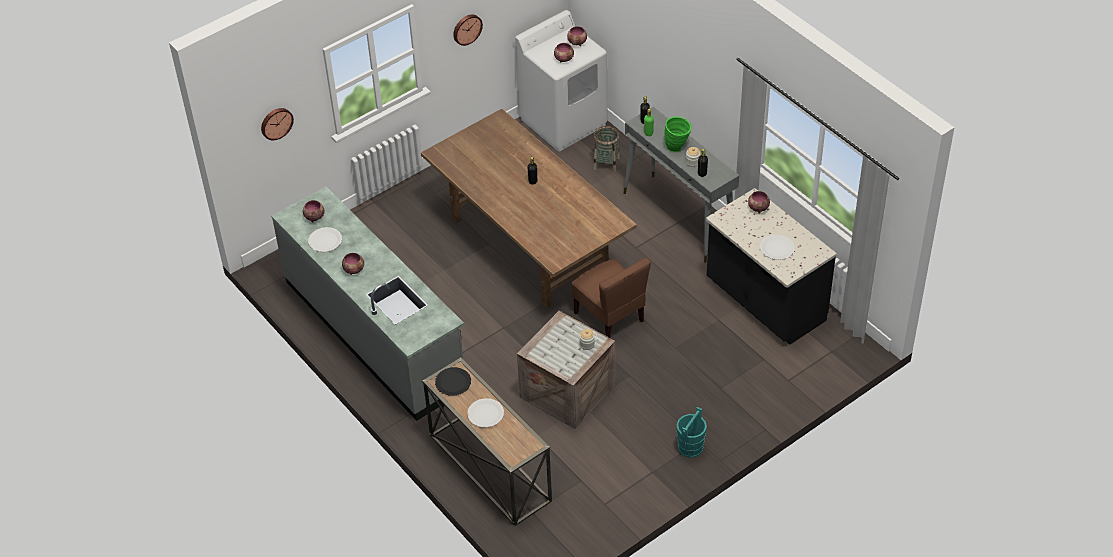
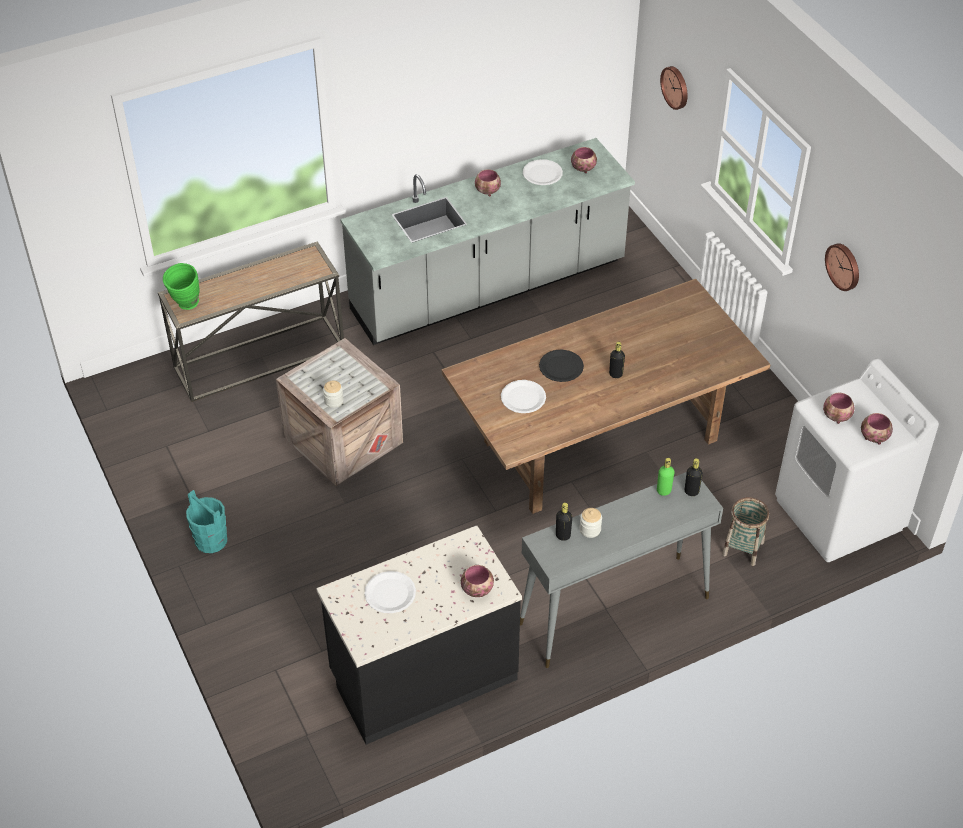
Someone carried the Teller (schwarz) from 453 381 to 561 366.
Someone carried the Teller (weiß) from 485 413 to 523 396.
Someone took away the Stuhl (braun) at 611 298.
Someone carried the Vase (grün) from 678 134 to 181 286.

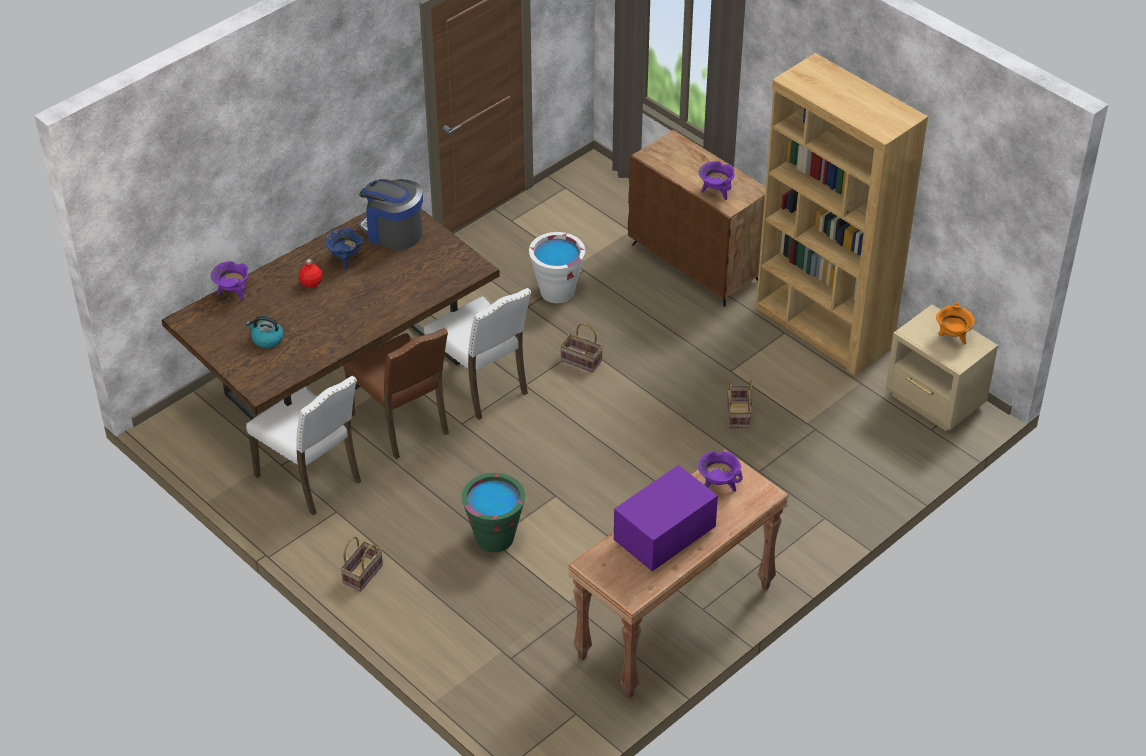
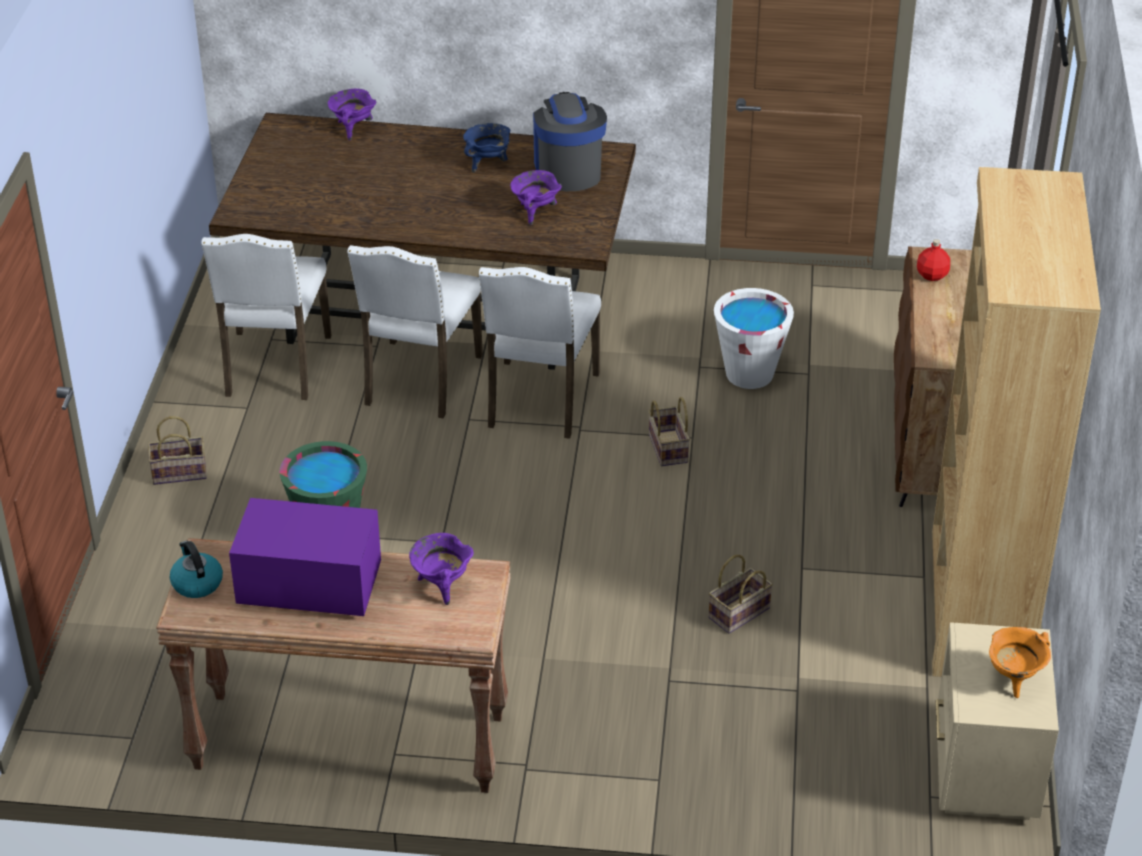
Someone carried the Wasserkessel from 265 332 to 196 569.
Someone carried the Flasche (rot) from 310 273 to 933 260.
Someone repainted the Stuhl (braun) at 396 393, which became the Stuhl (weiß) at 415 332.
Someone carried the Kochtopf (lila) from 716 180 to 536 197.

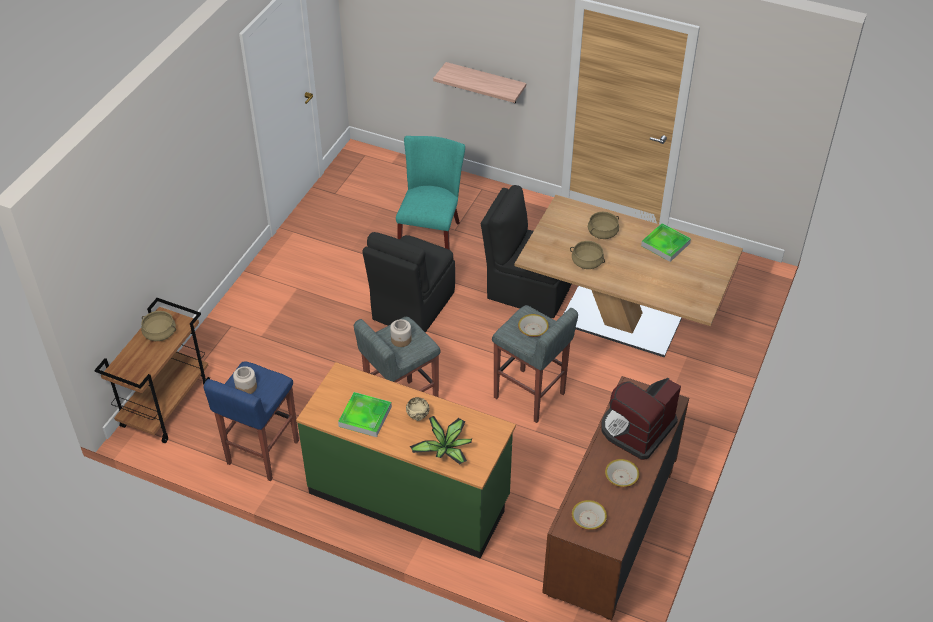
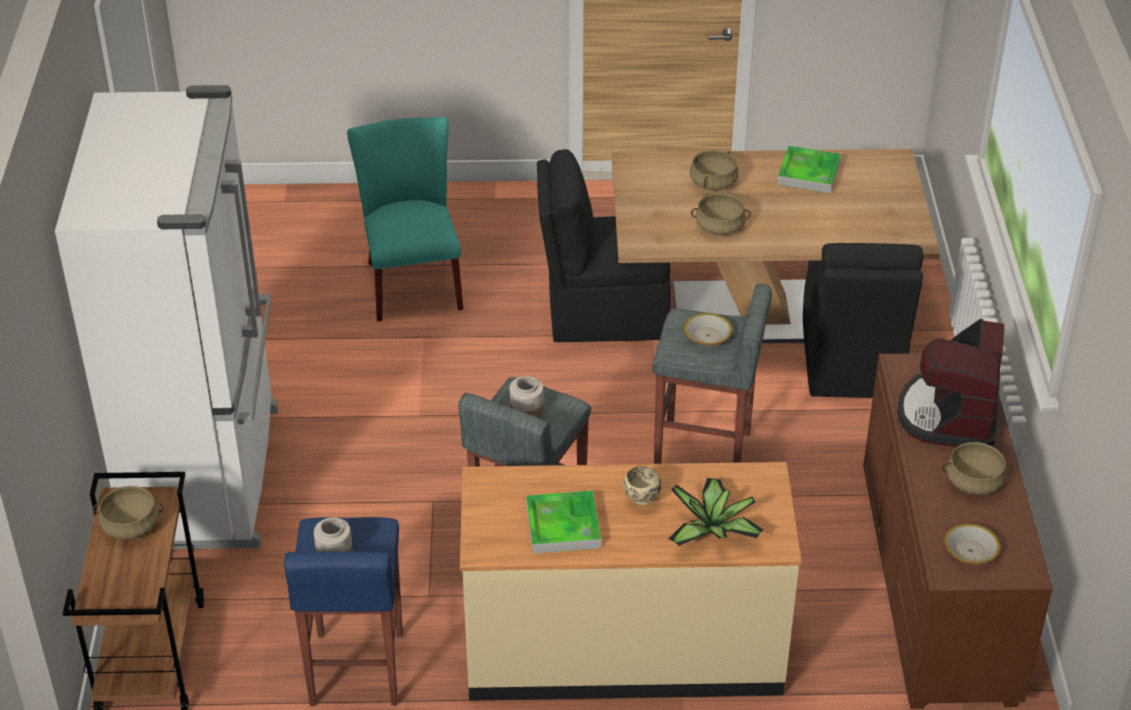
Someone repainted the Küchenzeile (grün) at 406 460, which became the Küchenzeile (beige) at 631 581.
Someone carried the Stuhl (schwarz) from 408 282 to 863 320.
Someone took away the Wandregal at 479 82.
Someone swapped the Schüssel at 622 473 for the Kochtopf (beige) at 977 468.
Someone put down the Kühlschrank (weiß) at 166 317.

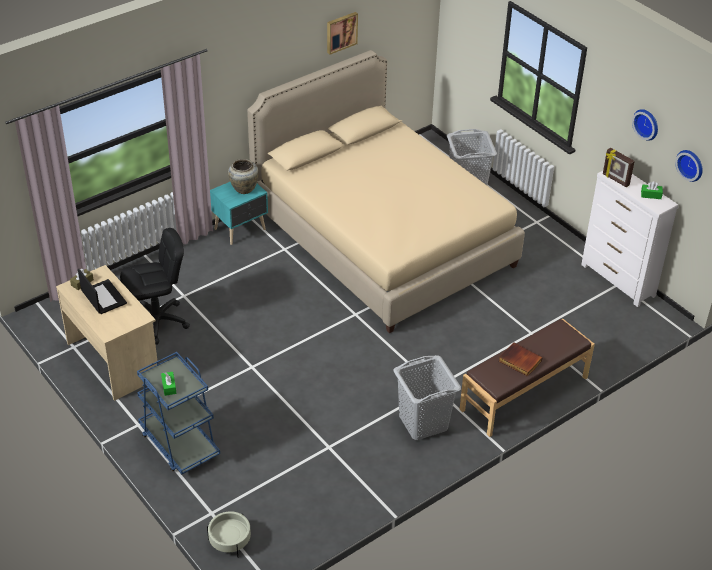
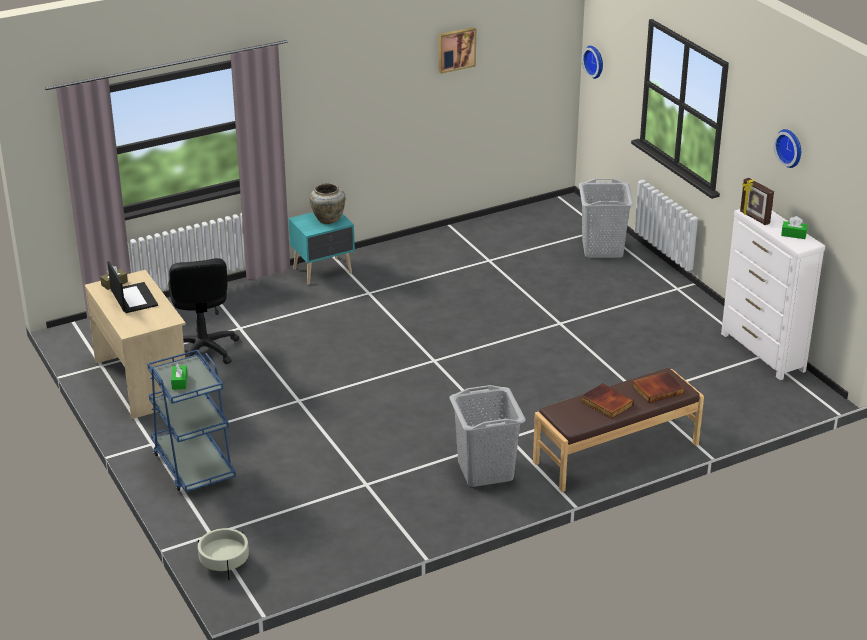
Someone rotated the Bürostuhl (schwarz) at 155 286 by 90 degrees clockwise.
Someone took away the Bett (beige) at 386 191.
Someone carried the Wanduhr from 689 166 to 592 62.
Someone put down the Buch at 658 387.

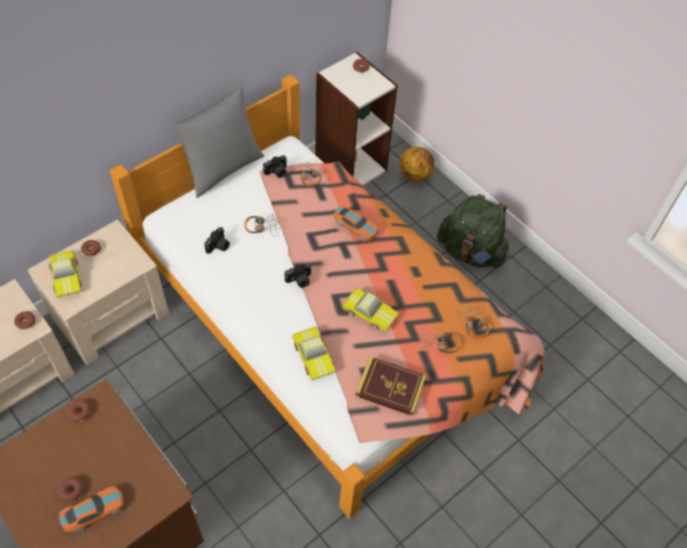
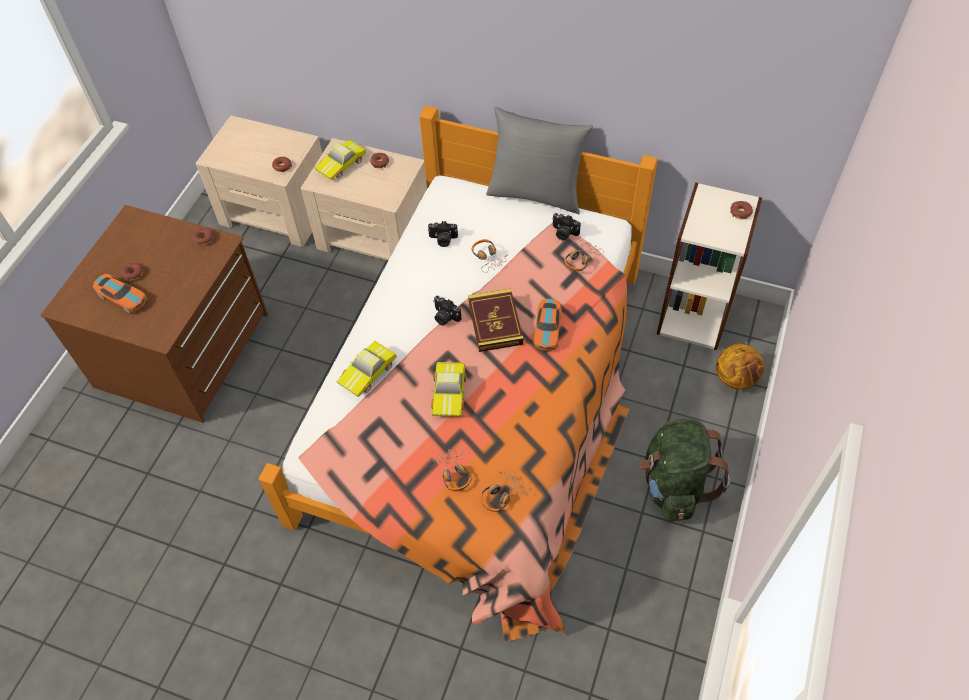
Someone carried the Buch from 390 386 to 495 320.

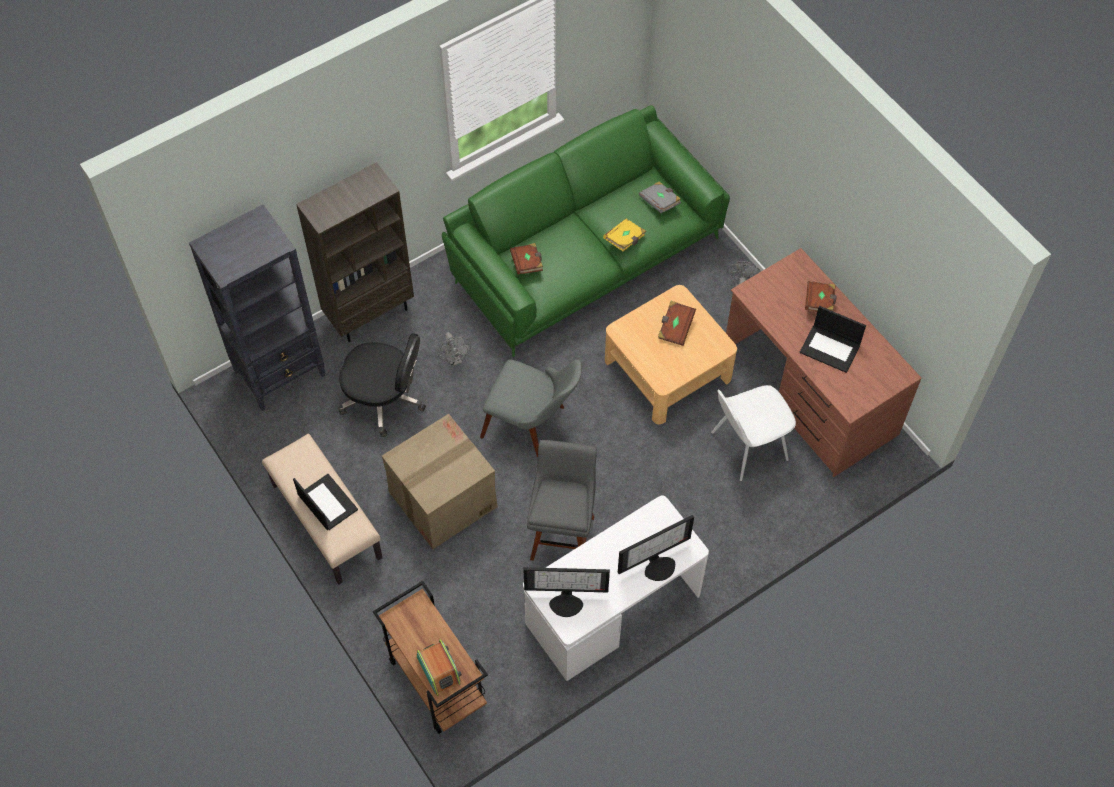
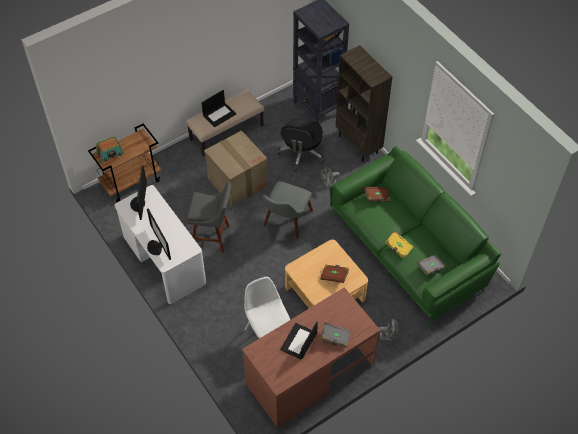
Someone repainted the Buch (braun) at 821 296, which became the Buch (grau) at 335 335.

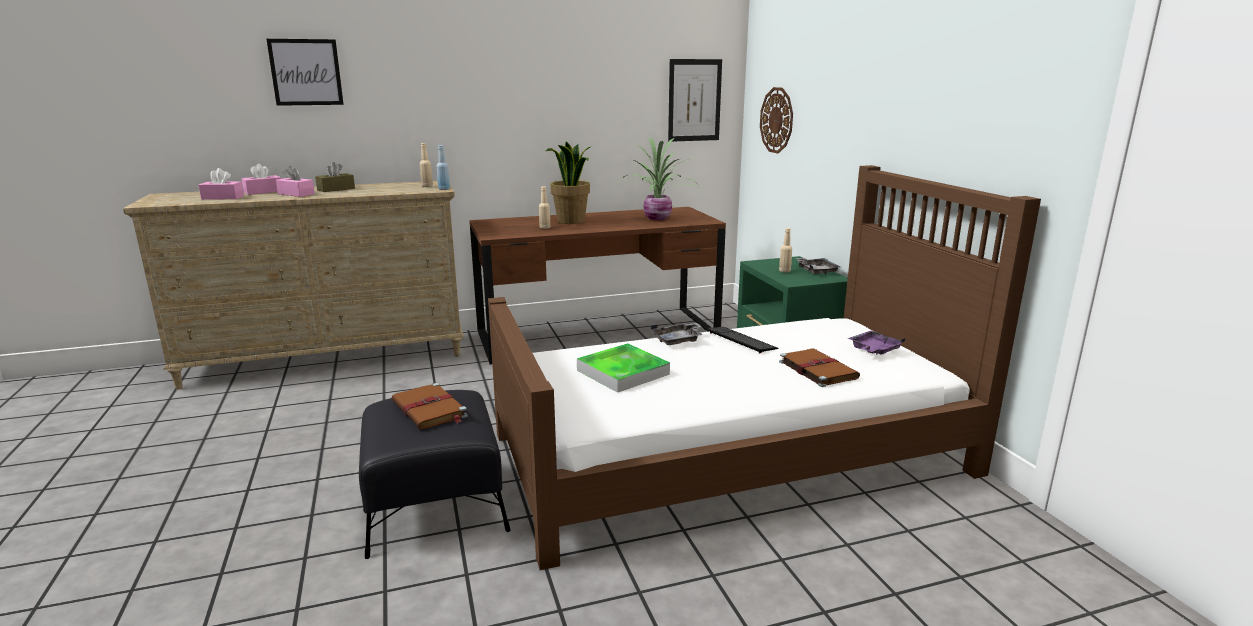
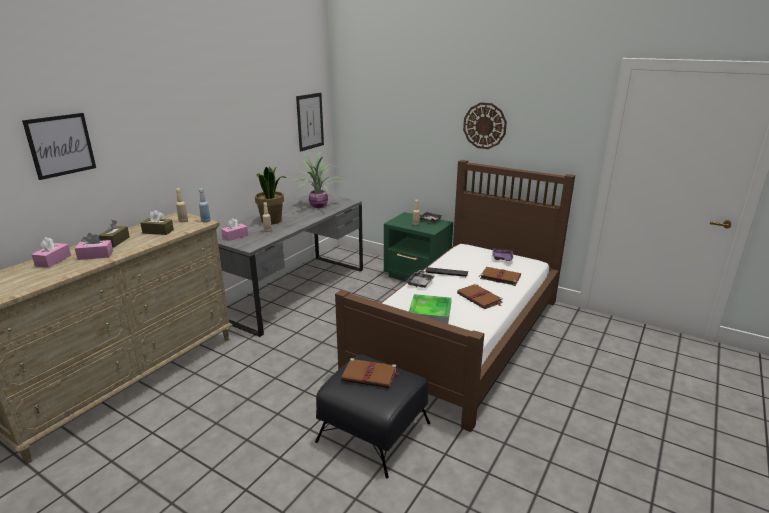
Someone carried the Taschentuchbox (rosa) from 221 184 to 234 229.
Someone repainted the Schreibtisch (braun) at 597 285, which became the Schreibtisch (grau) at 289 265.
Someone carried the Wanduhr from 776 120 to 485 125.
Someone put down the Taschentuchbox (braun) at 157 222.
Someone put down the Buch (braun) at 480 296.

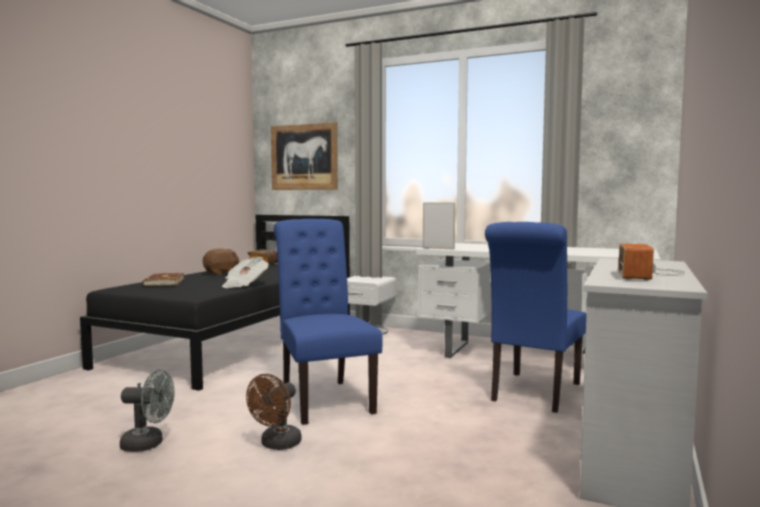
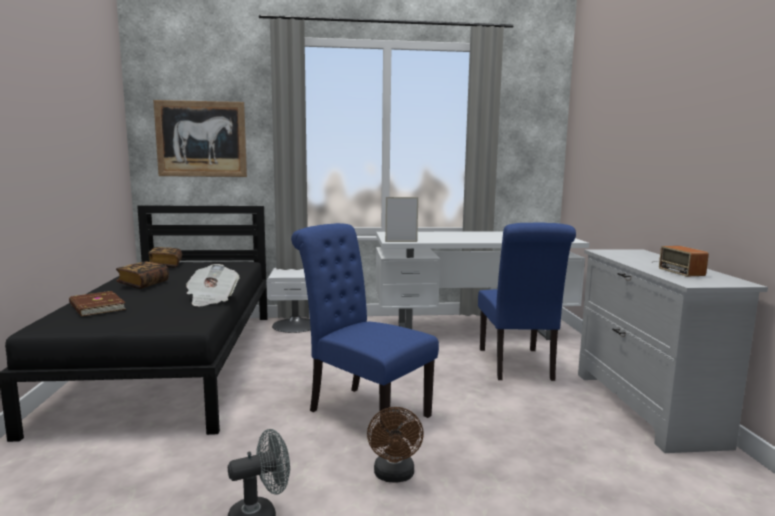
Someone swapped the Plüschtier (braun) at 221 262 for the Buch at 142 275.

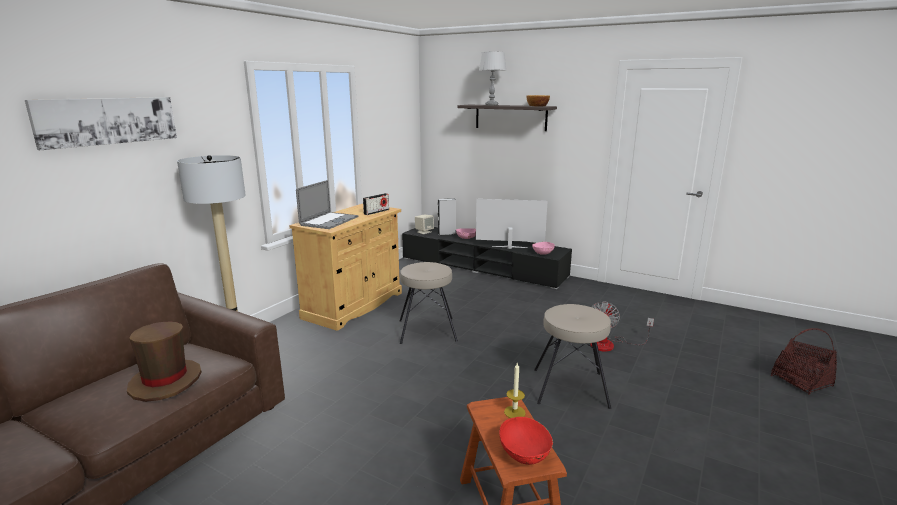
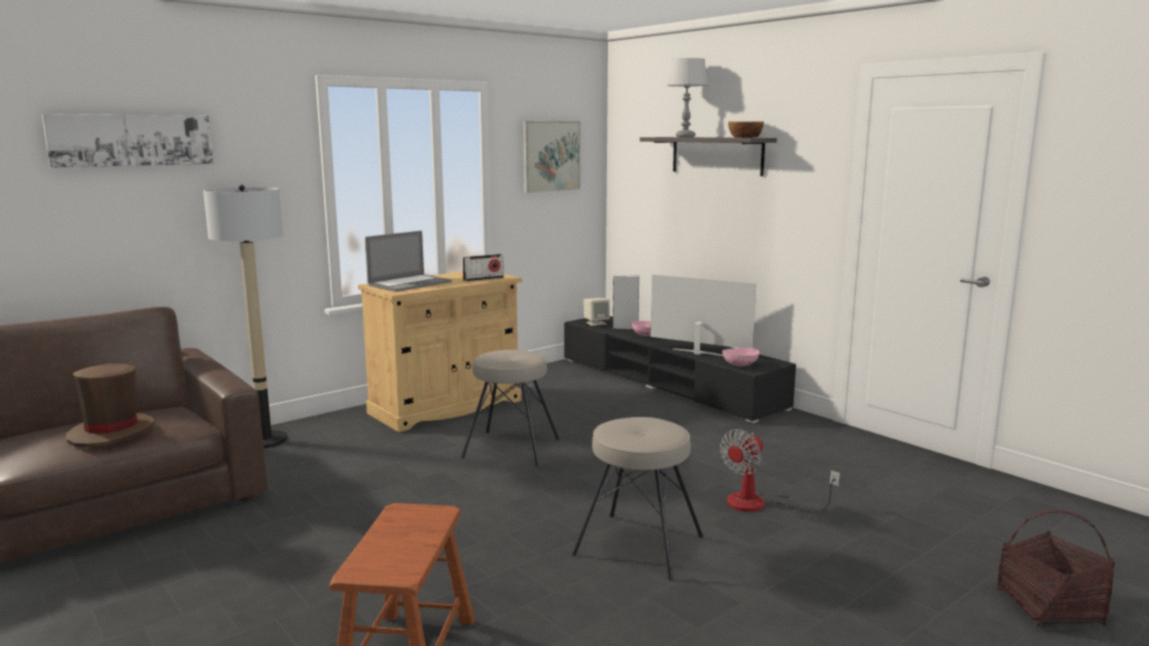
Someone took away the Schüssel (rot) at 526 441.
Someone took away the Kerze at 515 390.
Someone put up the Bild at 551 157.

